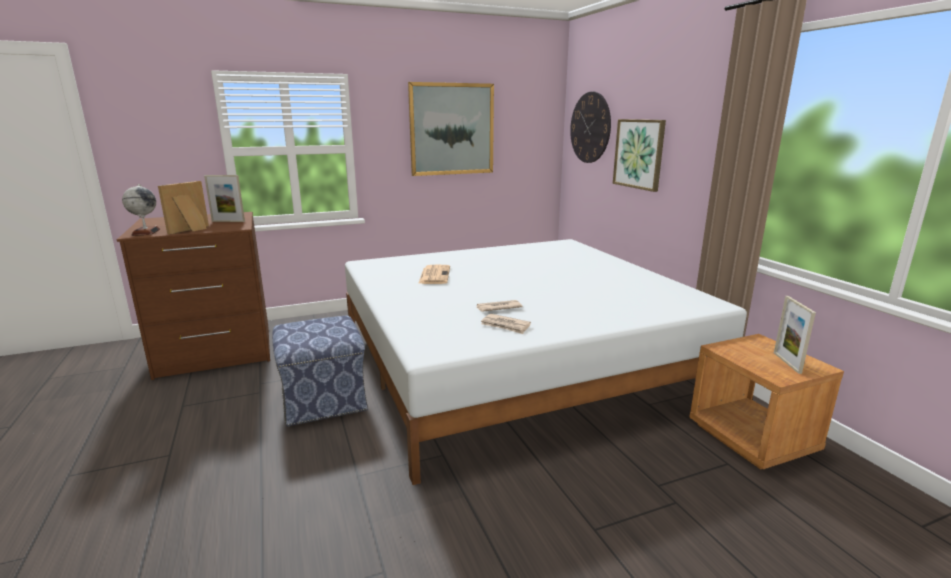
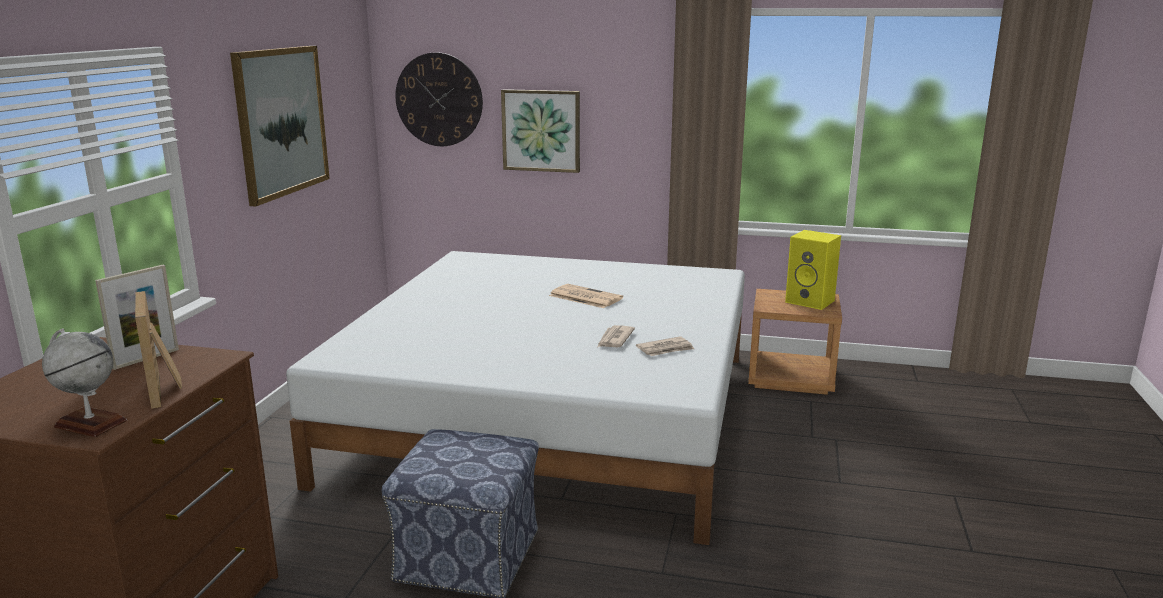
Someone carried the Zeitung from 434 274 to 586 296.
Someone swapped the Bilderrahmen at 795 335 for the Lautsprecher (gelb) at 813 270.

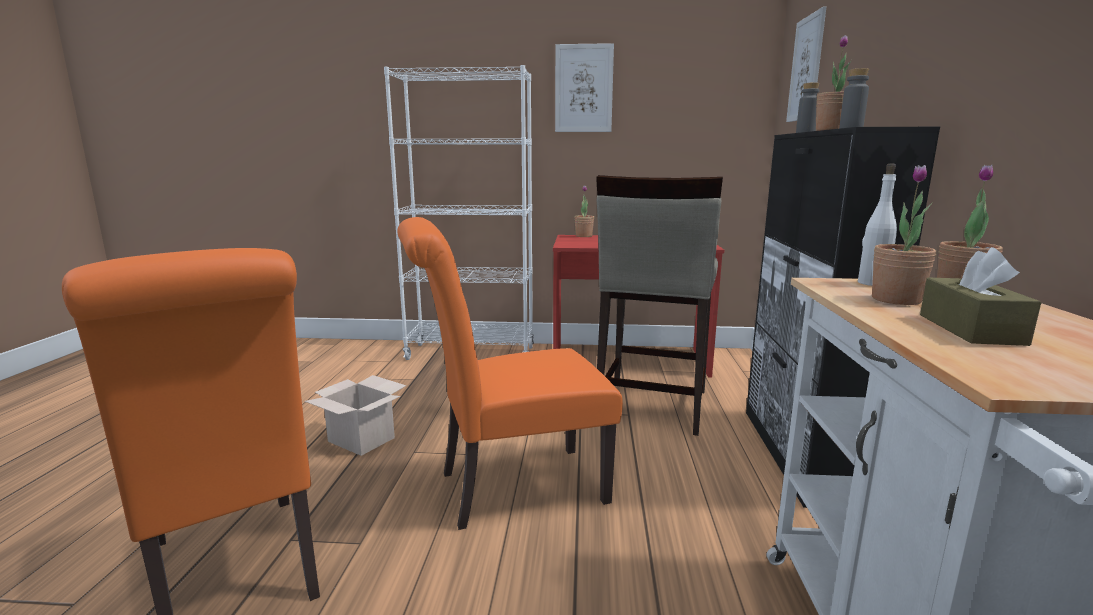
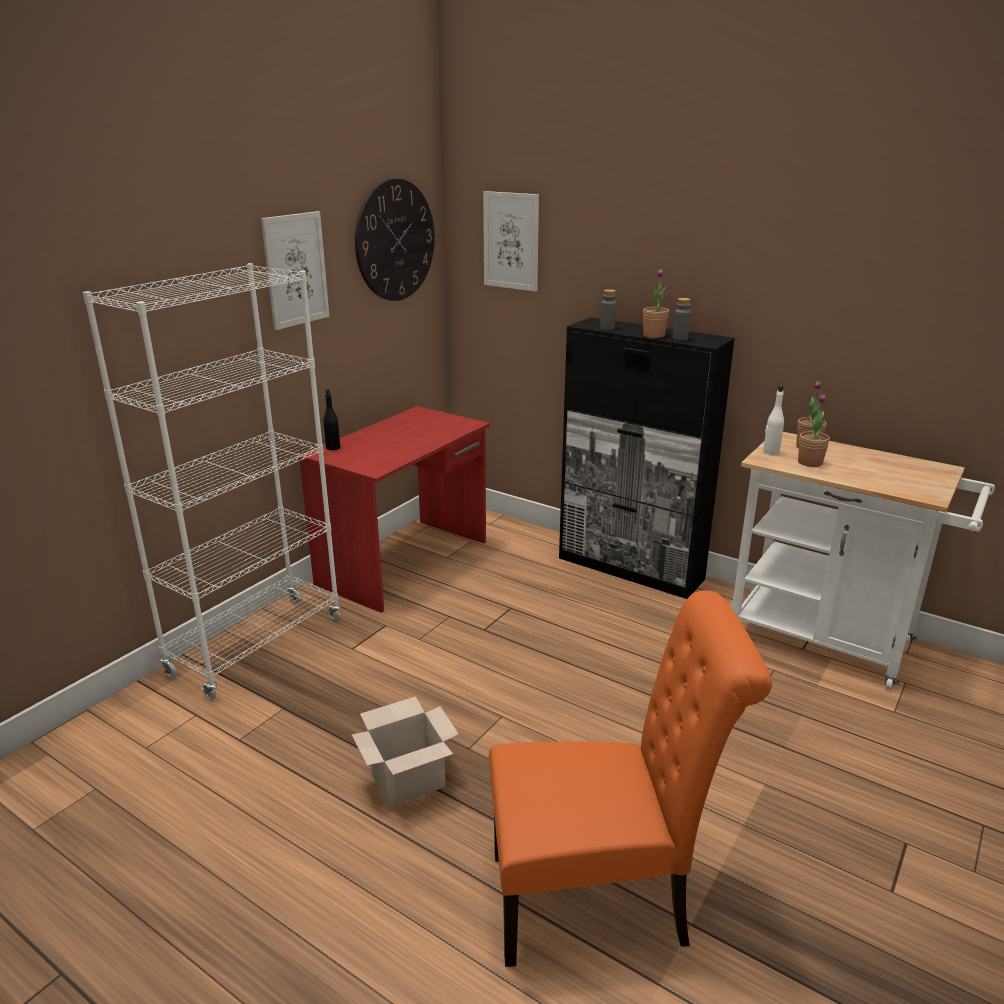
Someone took away the Stuhl (orange) at 510 373.
Someone swapped the Topfpflanze at 584 211 for the Flasche (schwarz) at 332 419.
Someone took away the Hocker (beige) at 659 305.
Someone took away the Taschentuchbox (braun) at 980 296.
Someone put up the Wanduhr at 395 239.

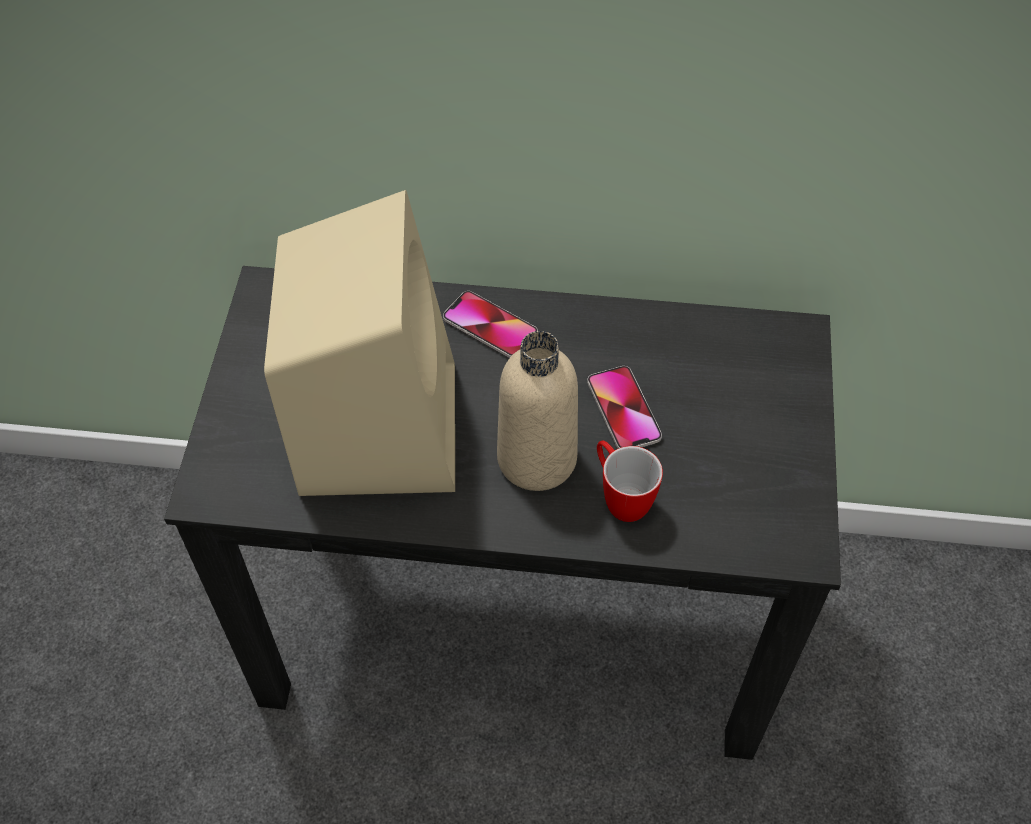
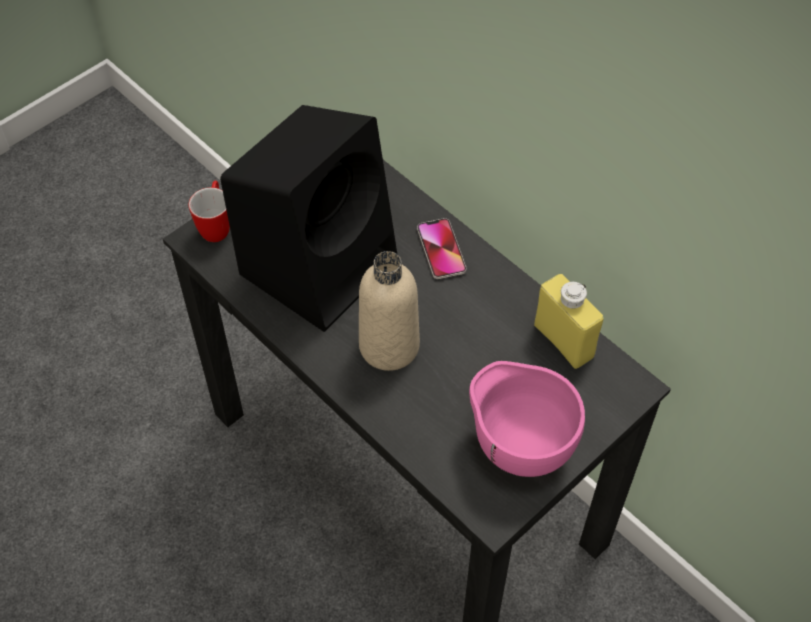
Someone repainted the Lautsprecher (beige) at 359 343, which became the Lautsprecher (schwarz) at 308 218.
Someone took away the Handy at 624 407.
Someone carried the Henkelbecher from 630 481 to 209 211.
Someone put down the Schüssel (rosa) at 527 419.
Someone put down the Flasche (gelb) at 569 321.

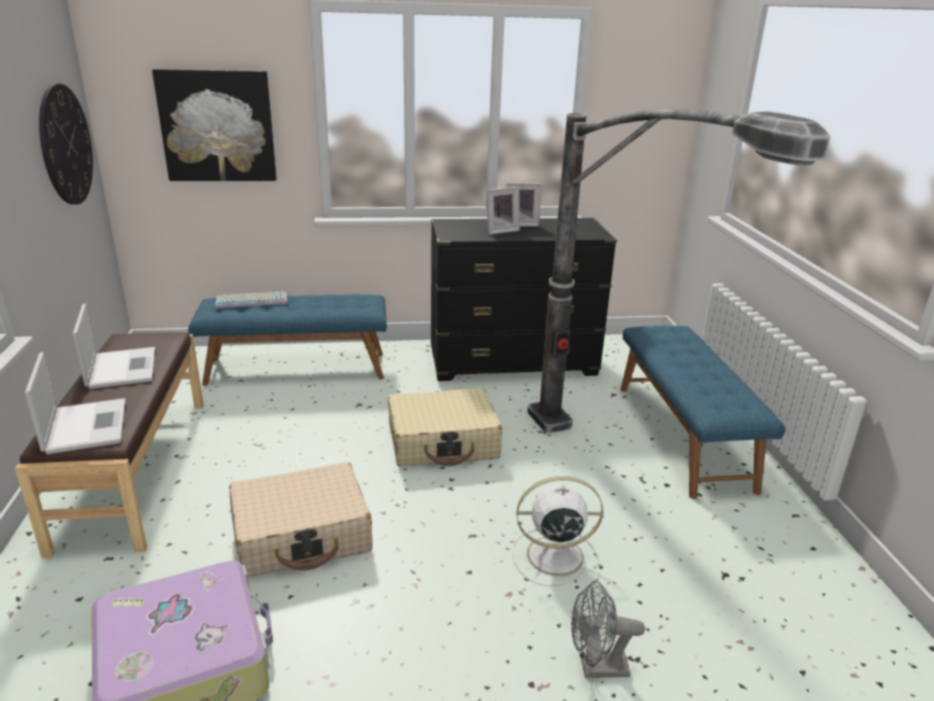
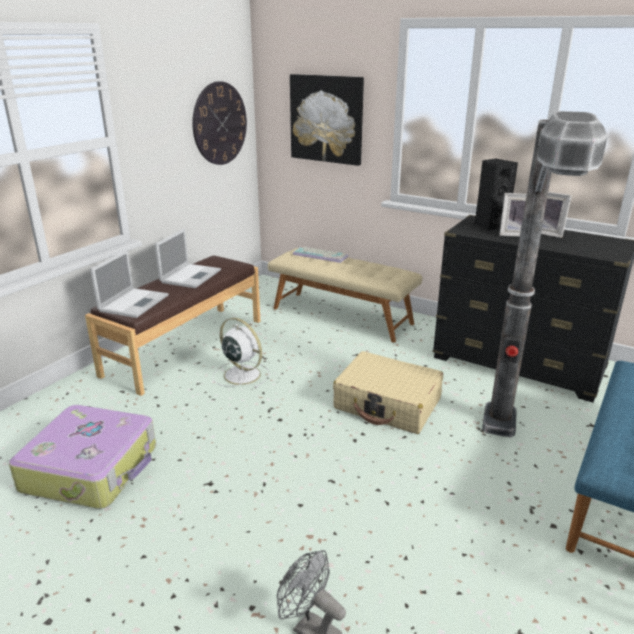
Someone repainted the Bank (blau) at 287 340, which became the Bank (beige) at 345 295.
Someone took away the Koffer (beige) at 301 519.
Someone carried the Ventilator (weiß) from 558 531 to 241 353.
Someone put down the Lautsprecher (schwarz) at 496 195.

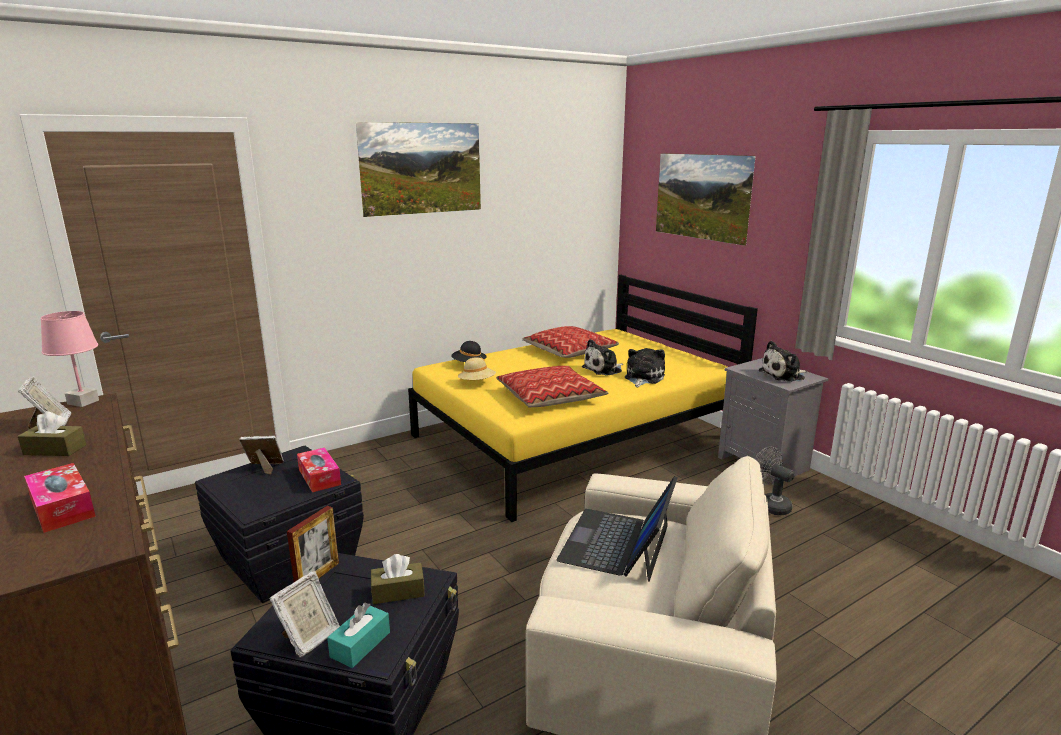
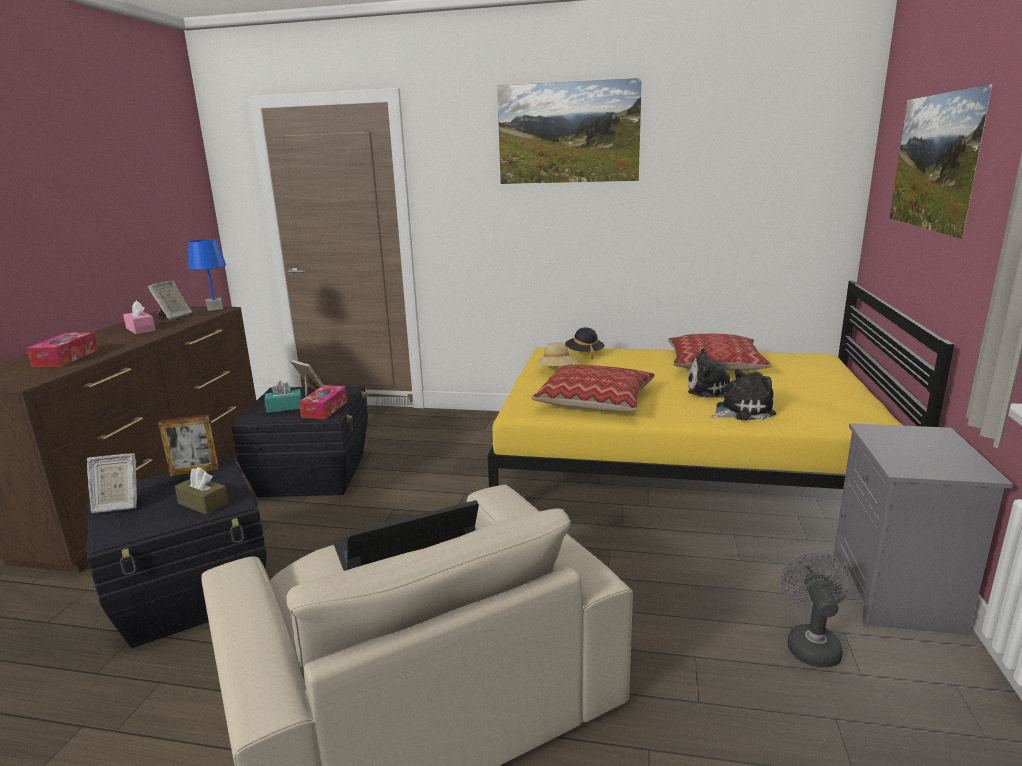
Someone repainted the Taschentuchbox (braun) at 52 433, which became the Taschentuchbox (rosa) at 139 317.
Someone repainted the Tischlampe (rosa) at 70 359, which became the Tischlampe (blau) at 207 275.
Someone carried the Taschentuchbox (türkis) from 358 635 to 283 397.
Someone took away the Plüschtier at 782 361.

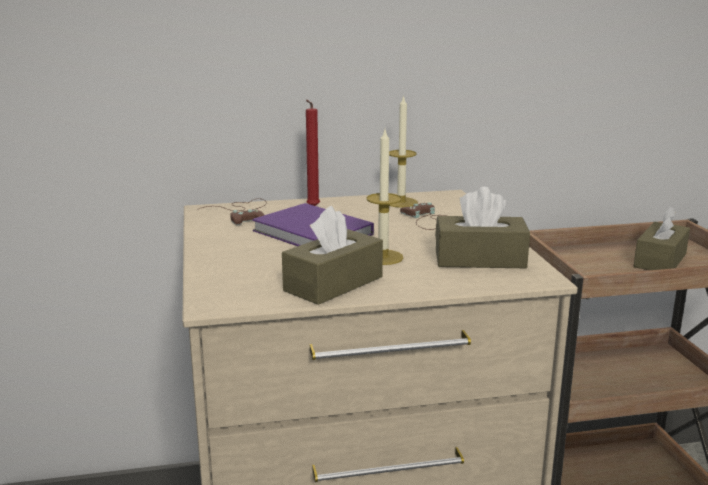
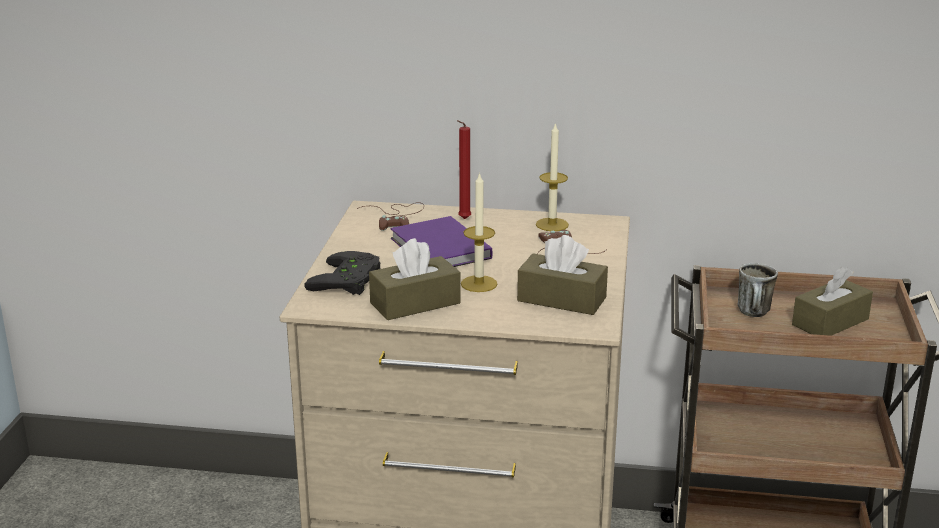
Someone put down the Gamepad (schwarz) at 342 273.
Someone put down the Henkelbecher at 758 290.

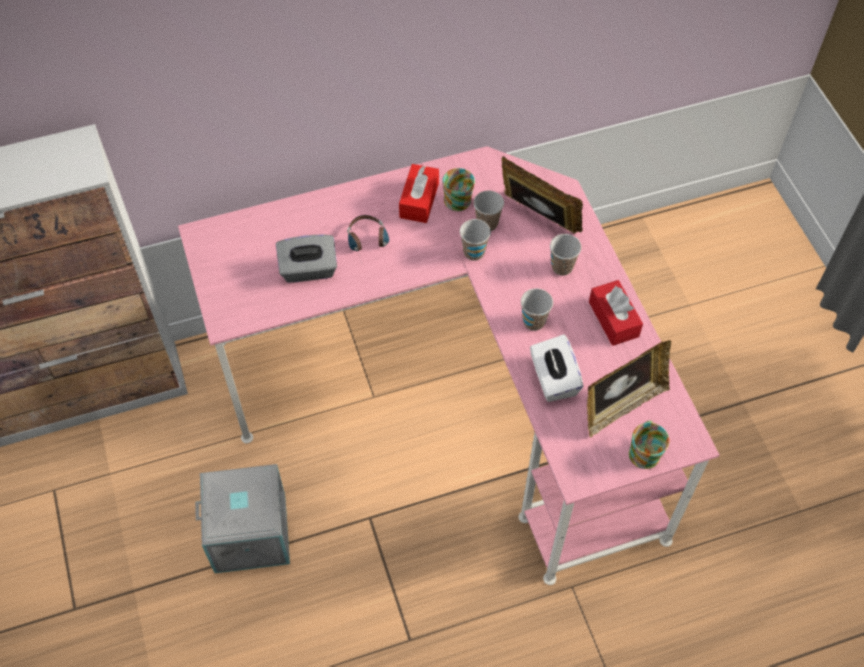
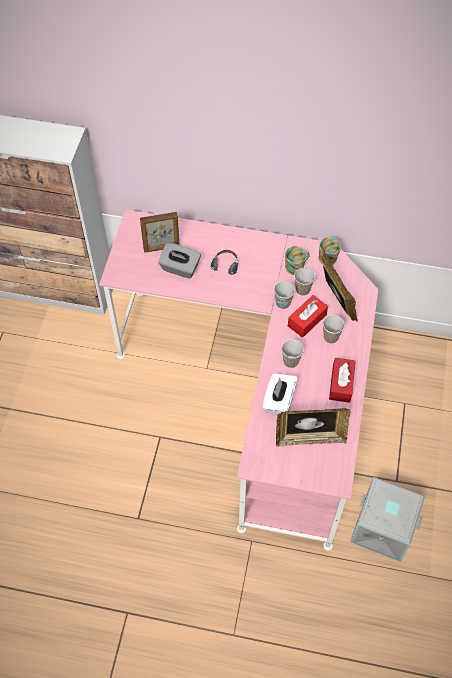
Someone carried the Aufbewahrungsbox (grau) from 242 518 to 387 519.
Someone carried the Taschentuchbox (rot) from 419 193 to 308 316.
Someone carried the Henkelbecher from 649 444 to 329 251.
Someone put down the Bilderrahmen at 159 232.

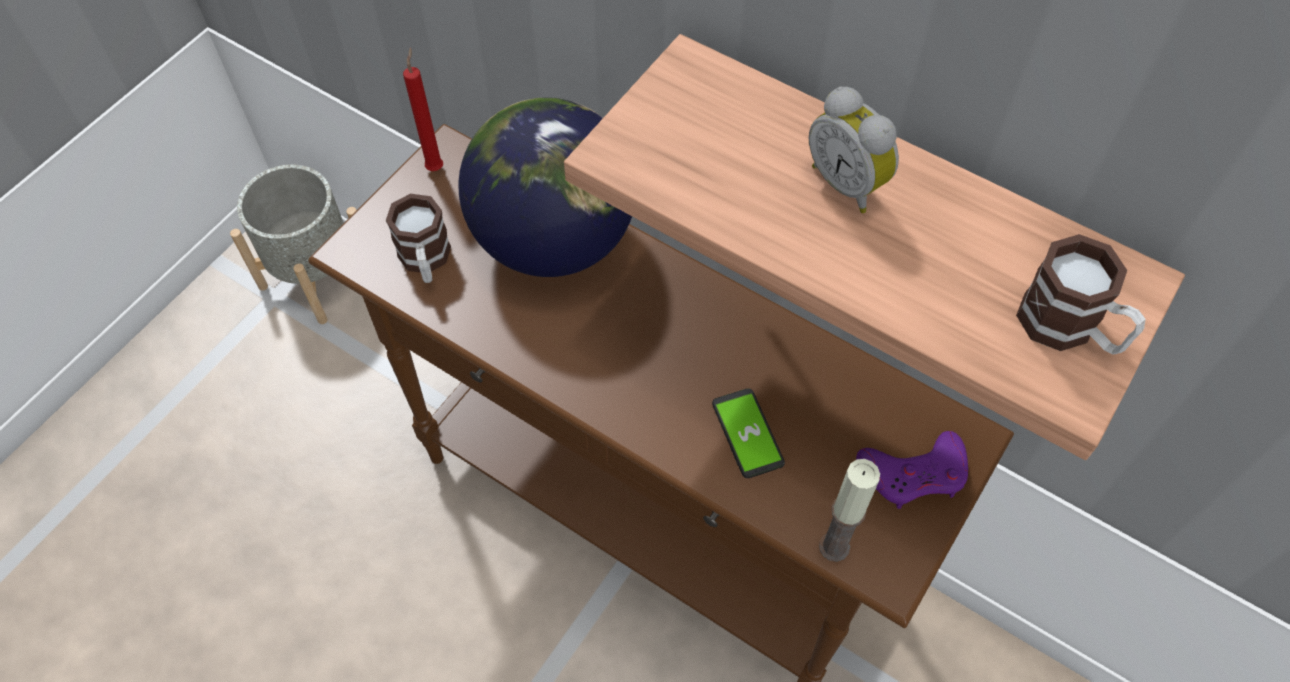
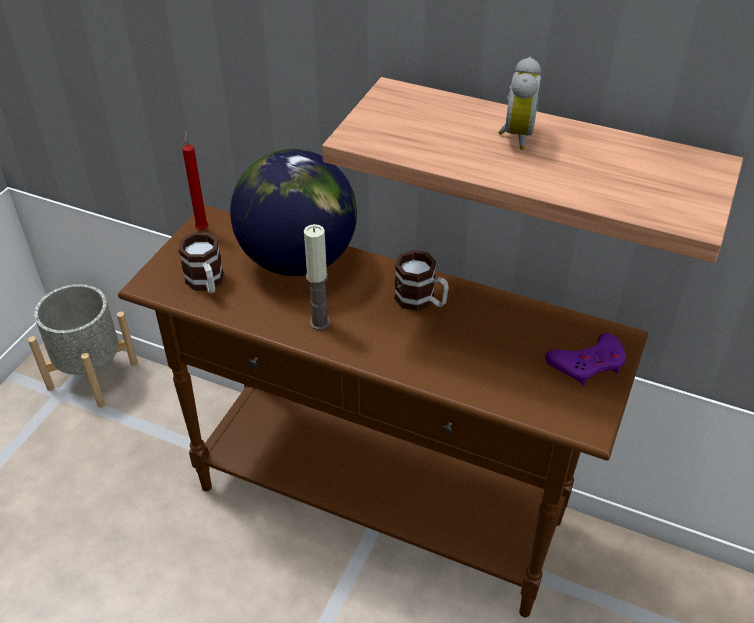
Someone took away the Handy at 748 433.
Someone rotated the Wecker at 854 150 by 120 degrees counterclockwise.
Someone carried the Kerze from 849 510 to 317 277.
Someone carried the Henkelbecher from 1081 294 to 421 280.

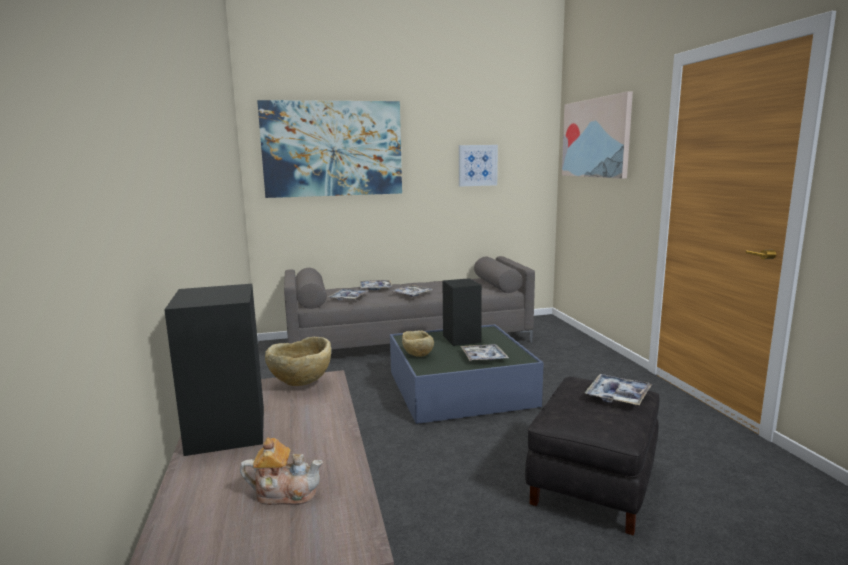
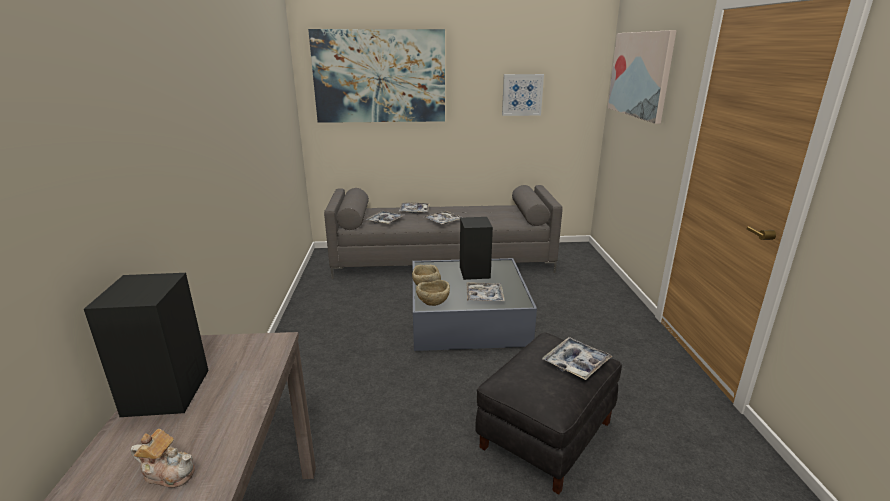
Someone carried the Schüssel (beige) from 298 361 to 433 293.

